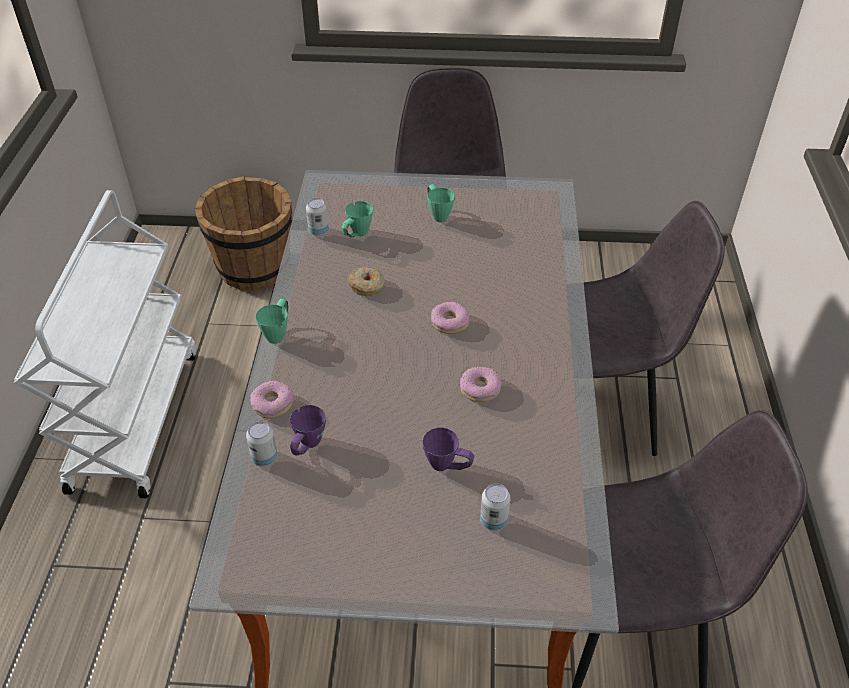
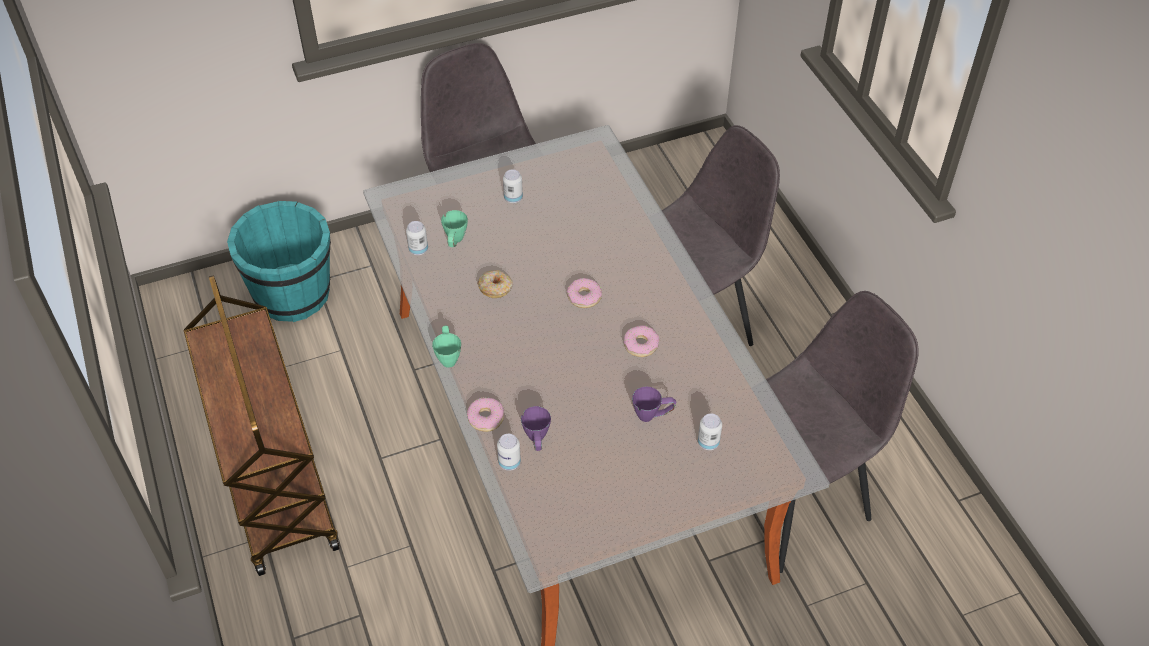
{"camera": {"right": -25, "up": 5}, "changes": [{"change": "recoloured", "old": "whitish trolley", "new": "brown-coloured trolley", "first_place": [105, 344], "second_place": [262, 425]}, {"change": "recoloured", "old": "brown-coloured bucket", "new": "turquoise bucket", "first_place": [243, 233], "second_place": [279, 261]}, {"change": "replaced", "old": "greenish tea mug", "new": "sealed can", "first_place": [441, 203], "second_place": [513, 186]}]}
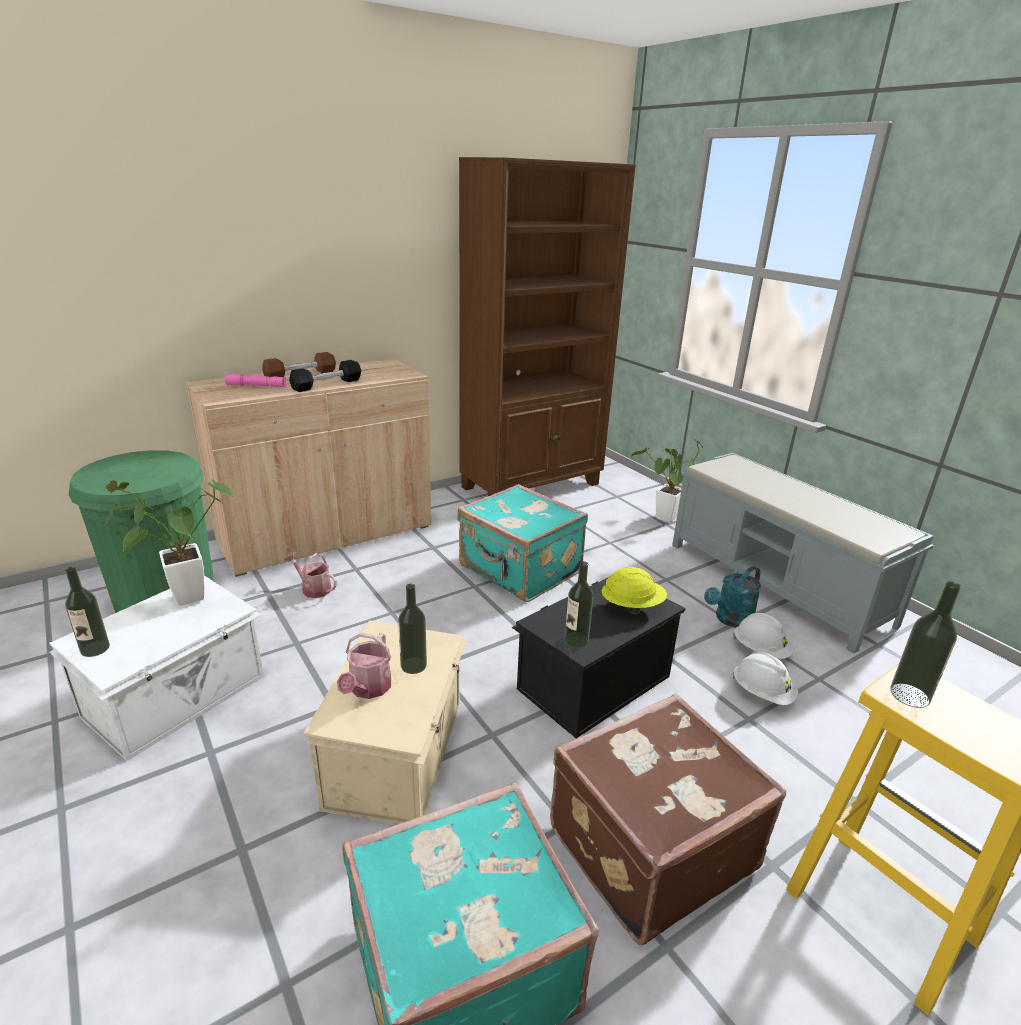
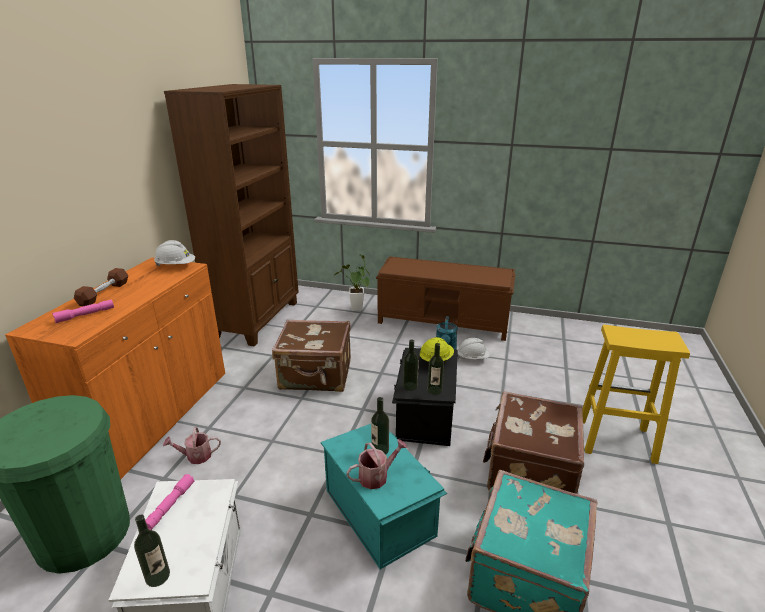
{"camera": {"right": -40, "up": 0}, "changes": [{"change": "recoloured", "old": "beige cabinet", "new": "orange cabinet", "first_place": [308, 467], "second_place": [115, 368]}, {"change": "replaced", "old": "houseplant", "new": "pink flashlight", "first_place": [168, 542], "second_place": [169, 502]}, {"change": "moved", "old": "whitish safety helmet", "first_place": [765, 678], "second_place": [174, 253]}, {"change": "recoloured", "old": "turquoise travel case", "new": "brown-coloured travel case", "first_place": [522, 543], "second_place": [311, 355]}, {"change": "recoloured", "old": "beige storage box", "new": "turquoise storage box", "first_place": [385, 722], "second_place": [384, 496]}, {"change": "turned", "old": "watering can", "first_place": [364, 666], "second_place": [377, 464], "degrees": -90}, {"change": "recoloured", "old": "gray indoor bench", "new": "brown-coloured indoor bench", "first_place": [803, 553], "second_place": [445, 298]}, {"change": "moved", "old": "drink bottle", "first_place": [925, 644], "second_place": [411, 365]}, {"change": "removed", "old": "black-coloured dumbbell", "first_place": [325, 376]}]}
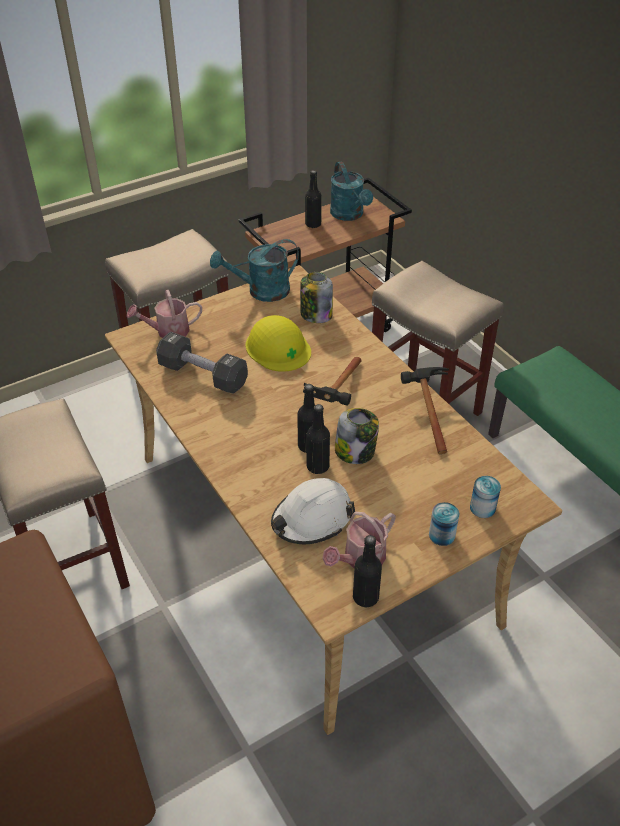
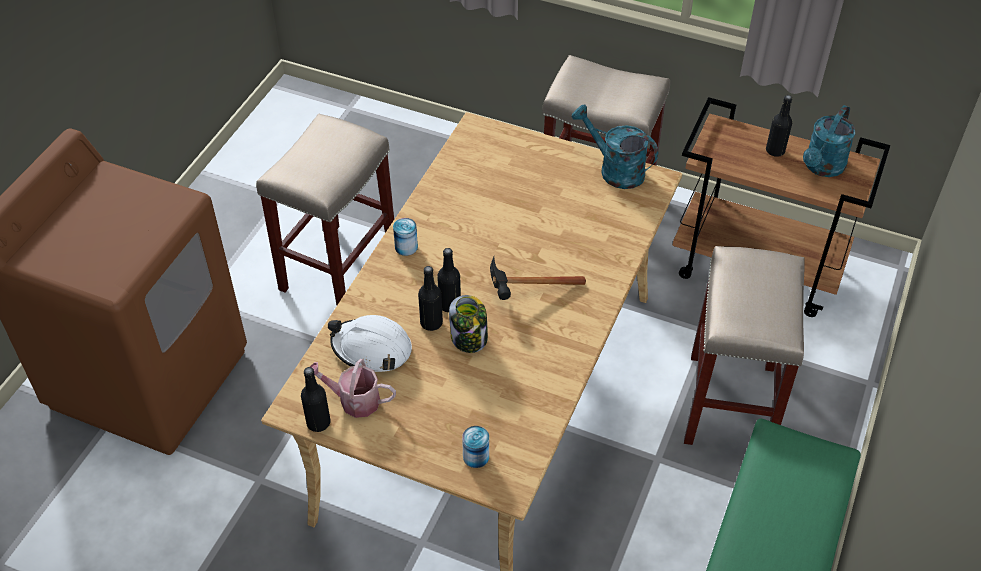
{"camera": {"right": 55, "up": 5}, "changes": [{"change": "moved", "old": "sealed can", "first_place": [444, 524], "second_place": [405, 237]}, {"change": "removed", "old": "watering can", "first_place": [164, 314]}, {"change": "removed", "old": "black-coloured dumbbell", "first_place": [202, 363]}, {"change": "removed", "old": "yellow-coloured safety helmet", "first_place": [278, 343]}, {"change": "removed", "old": "preserve jar", "first_place": [316, 297]}, {"change": "removed", "old": "hand hammer", "first_place": [425, 410]}]}
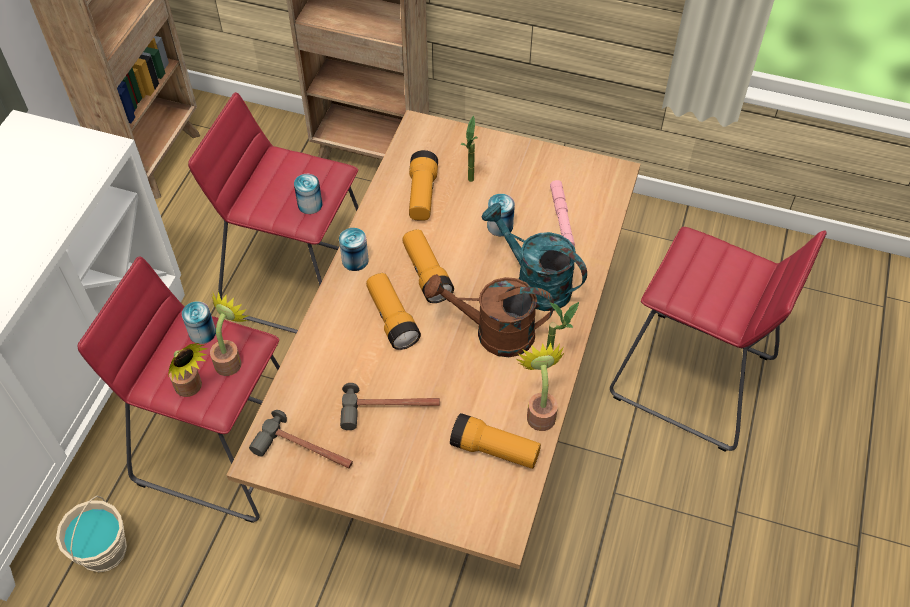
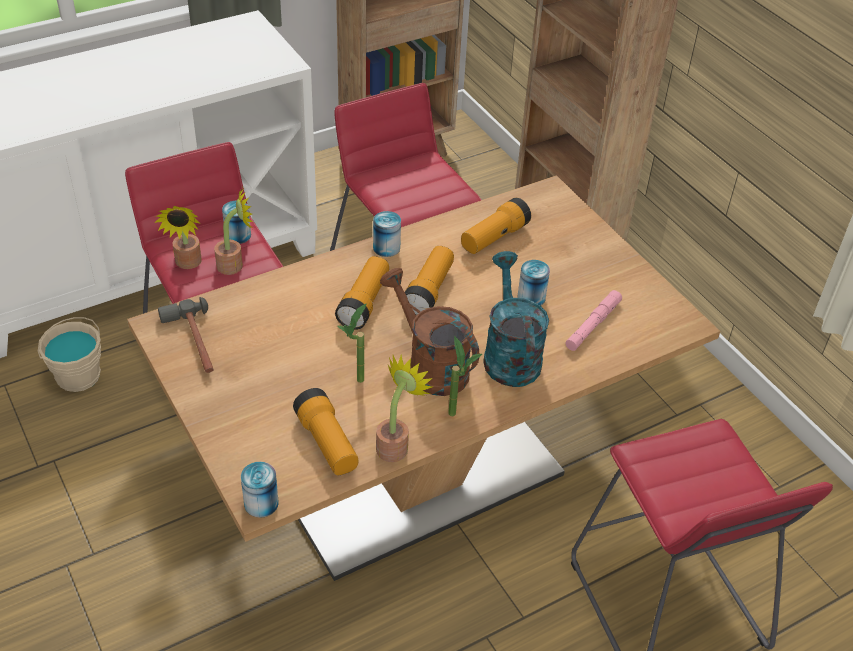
{"camera": {"right": 40, "up": -10}, "changes": [{"change": "moved", "old": "sealed can", "first_place": [308, 194], "second_place": [260, 490]}, {"change": "moved", "old": "houseplant", "first_place": [469, 148], "second_place": [351, 343]}, {"change": "removed", "old": "hand hammer", "first_place": [390, 406]}]}
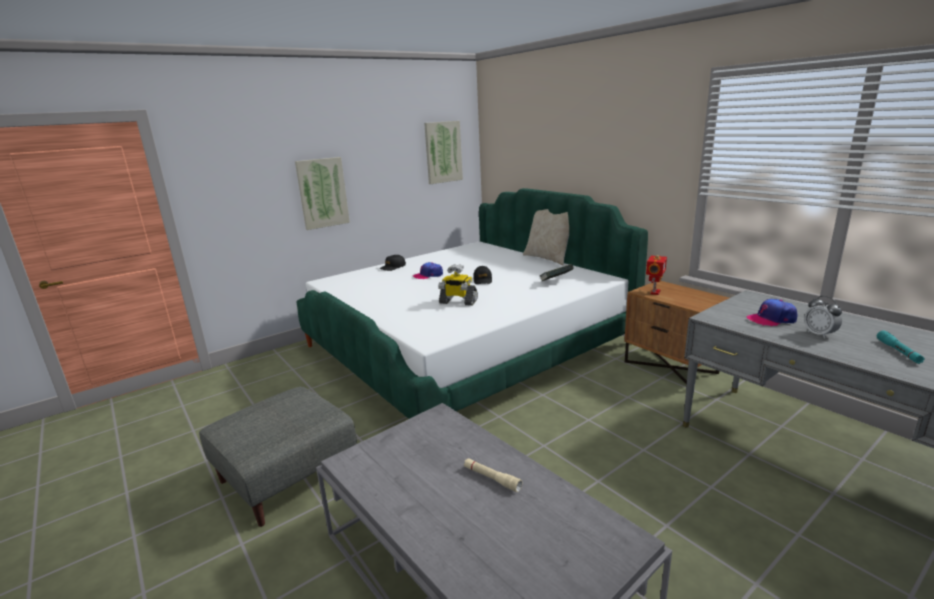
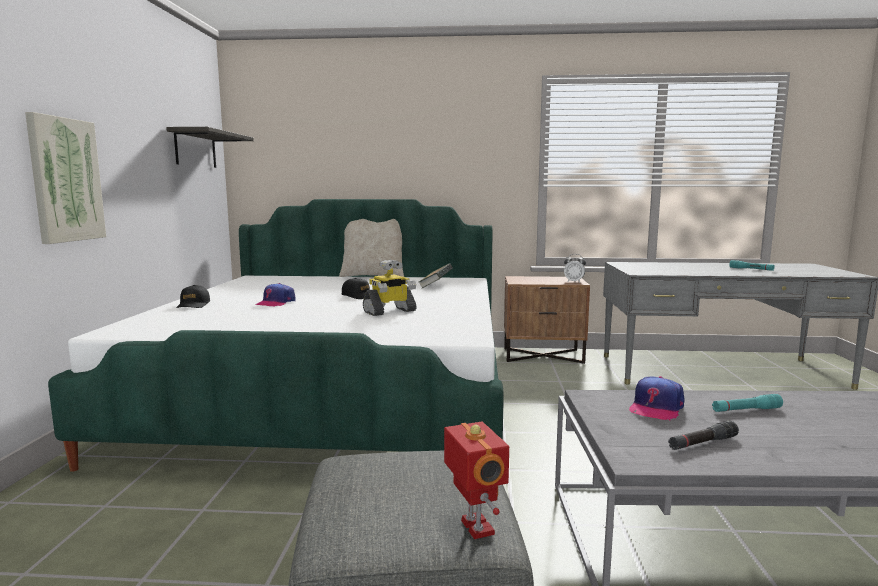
{"camera": {"right": -50, "up": -10}, "changes": [{"change": "replaced", "old": "wall picture", "new": "wall shelf", "first_place": [443, 152], "second_place": [210, 147]}, {"change": "moved", "old": "model robot", "first_place": [656, 275], "second_place": [476, 480]}, {"change": "moved", "old": "alarm clock", "first_place": [823, 317], "second_place": [575, 268]}, {"change": "moved", "old": "peaked cap", "first_place": [772, 312], "second_place": [656, 398]}, {"change": "added", "new": "black-coloured flashlight", "second_place": [703, 435]}, {"change": "recoloured", "old": "beige flashlight", "new": "turquoise flashlight", "first_place": [493, 475], "second_place": [747, 403]}]}
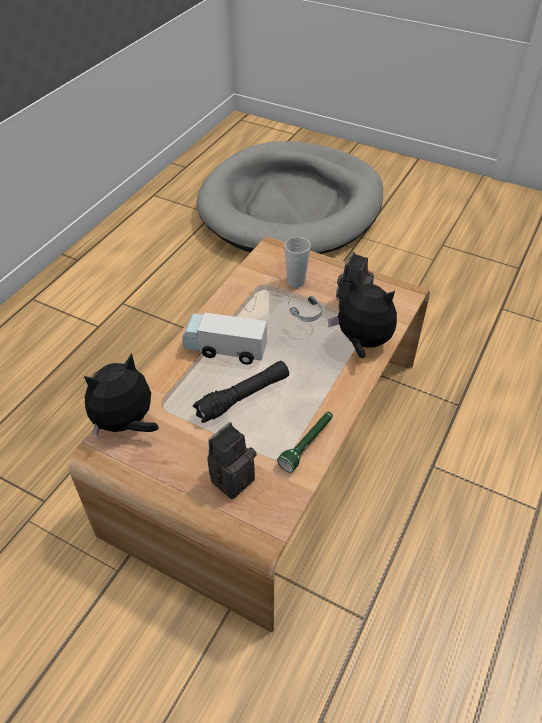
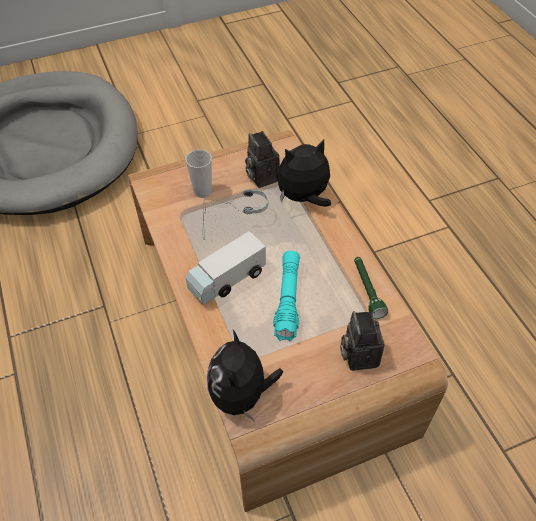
{"camera": {"right": -50, "up": 5}, "changes": [{"change": "recoloured", "old": "black-coloured flashlight", "new": "turquoise flashlight", "first_place": [241, 392], "second_place": [286, 295]}]}
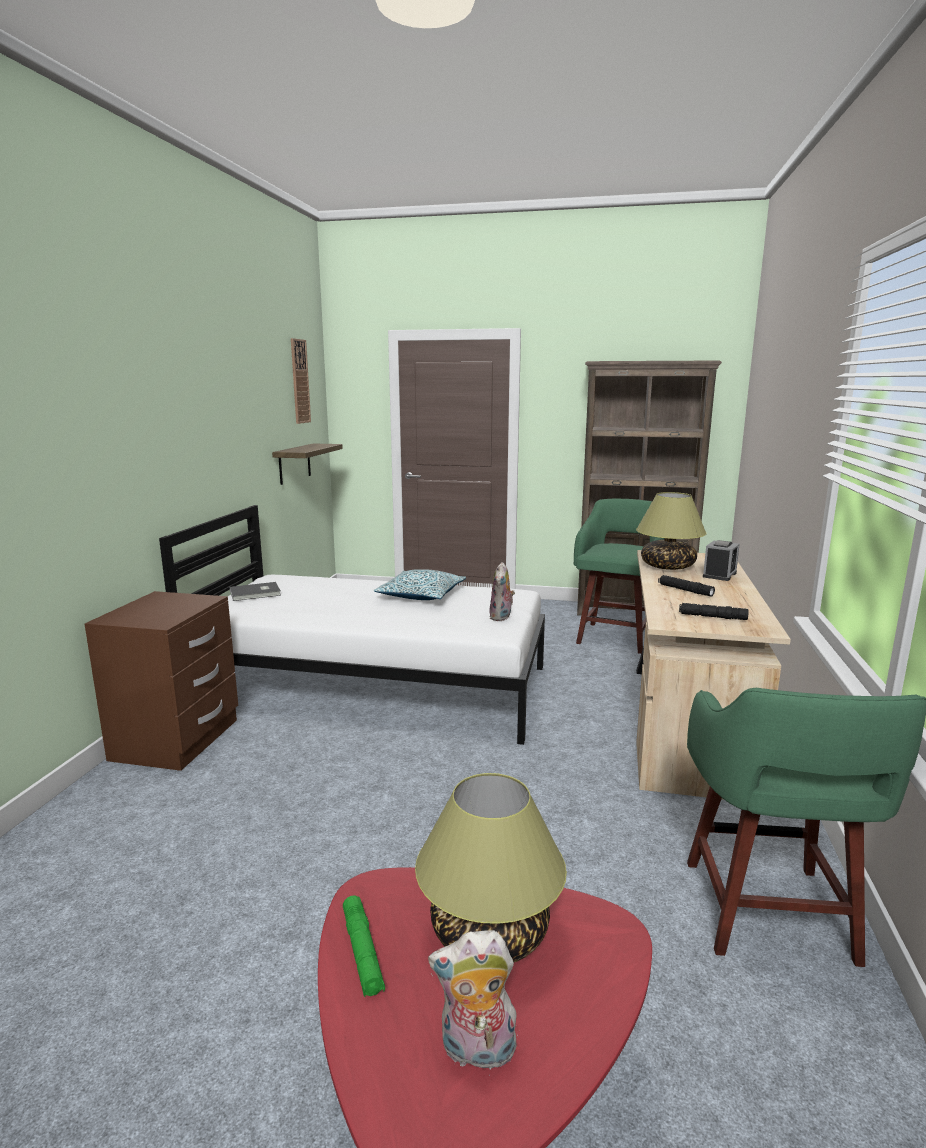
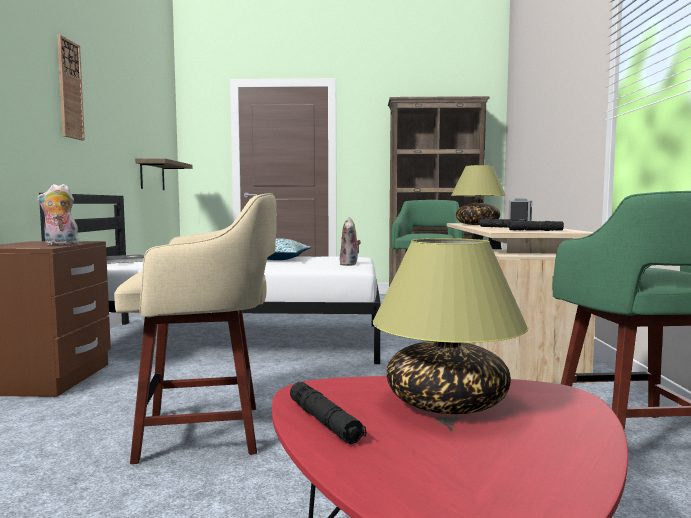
{"camera": {"right": -10, "up": -10}, "changes": [{"change": "moved", "old": "cuddly toy", "first_place": [474, 1000], "second_place": [58, 214]}, {"change": "moved", "old": "clock on the wall", "first_place": [301, 381], "second_place": [71, 87]}, {"change": "added", "new": "beige stool seat", "second_place": [195, 328]}, {"change": "recoloured", "old": "greenish flashlight", "new": "black-coloured flashlight", "first_place": [364, 946], "second_place": [328, 413]}]}
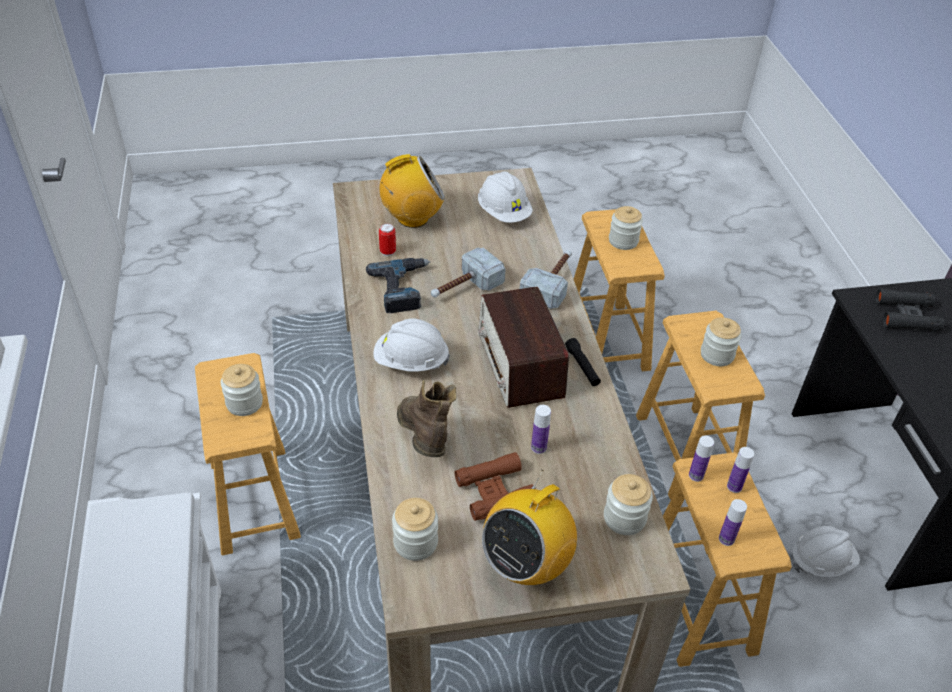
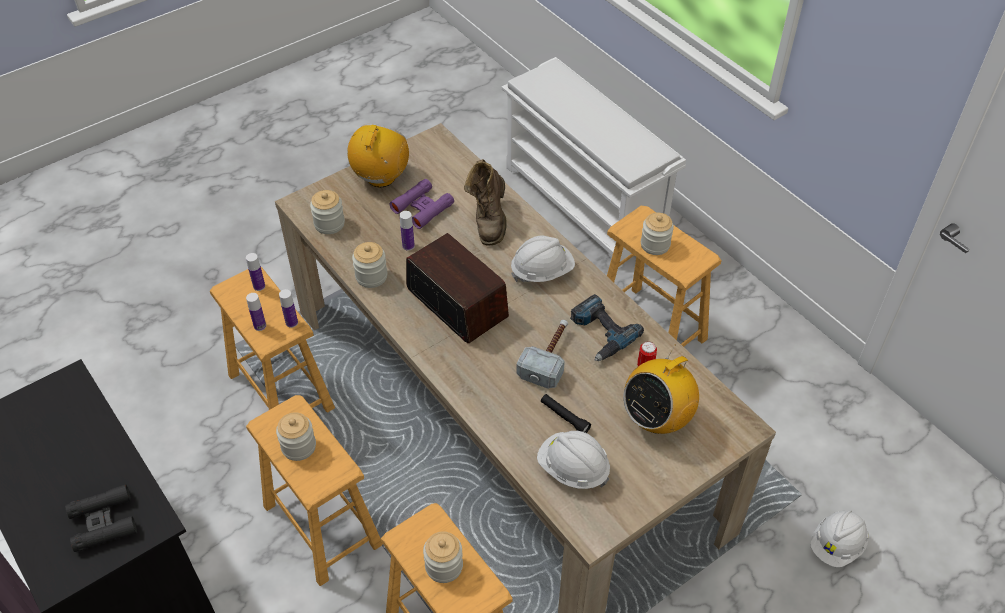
{"camera": {"right": 155, "up": 5}, "changes": [{"change": "moved", "old": "preserve jar", "first_place": [415, 529], "second_place": [370, 265]}, {"change": "recoloured", "old": "brown-coloured binoculars", "new": "purplish binoculars", "first_place": [495, 486], "second_place": [421, 204]}, {"change": "turned", "old": "brown-coloured boot", "first_place": [426, 418], "second_place": [485, 202], "degrees": 45}, {"change": "moved", "old": "black-coloured flashlight", "first_place": [583, 362], "second_place": [566, 413]}, {"change": "moved", "old": "whitish safety helmet", "first_place": [826, 551], "second_place": [839, 539]}, {"change": "removed", "old": "hand hammer", "first_place": [546, 279]}]}
